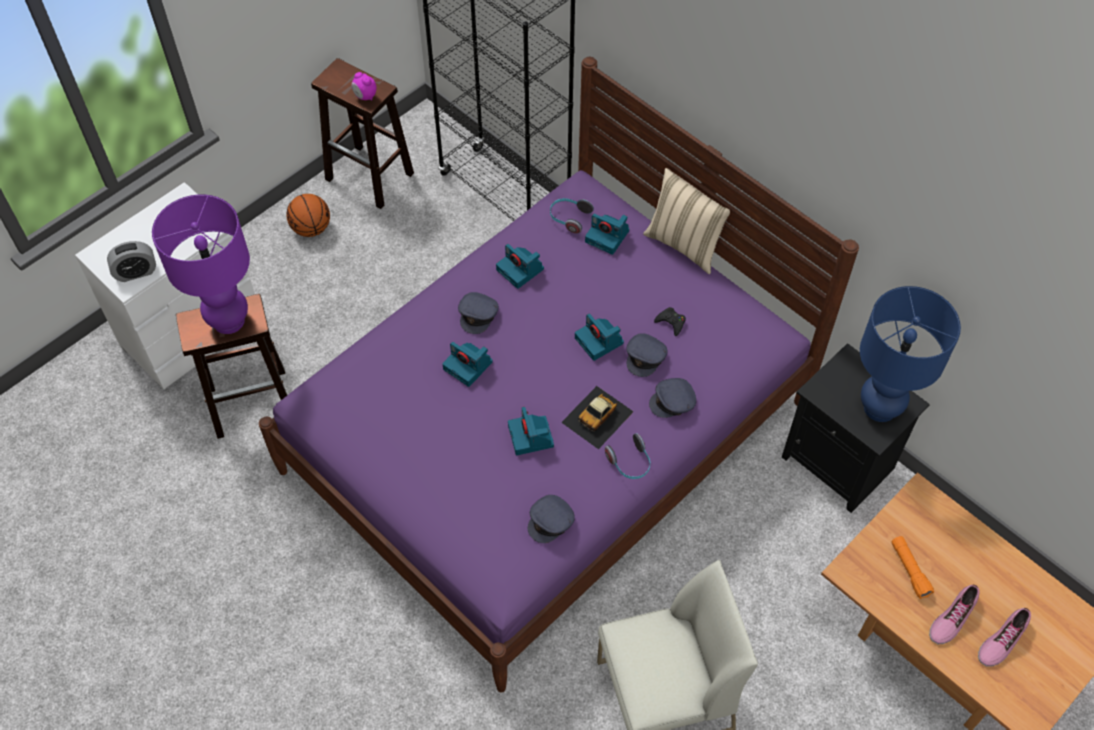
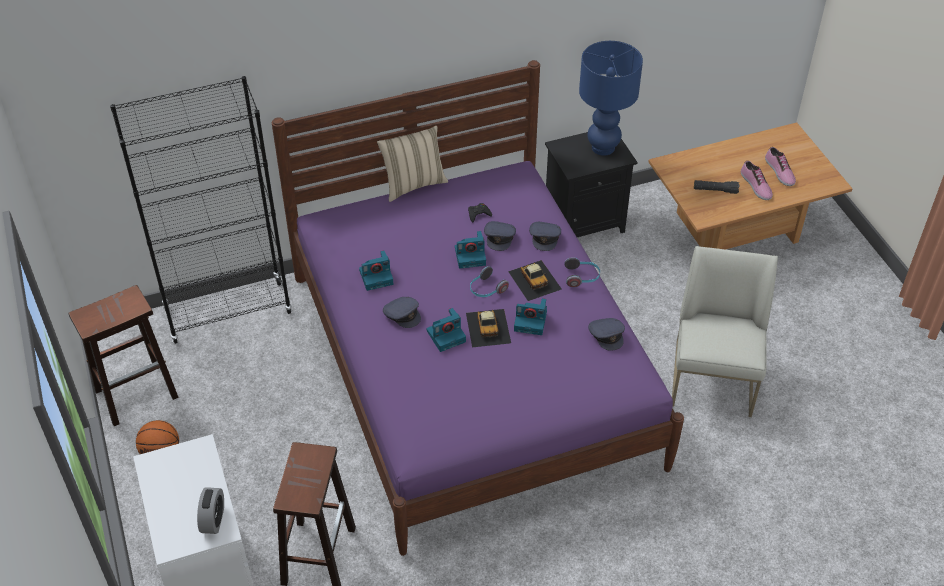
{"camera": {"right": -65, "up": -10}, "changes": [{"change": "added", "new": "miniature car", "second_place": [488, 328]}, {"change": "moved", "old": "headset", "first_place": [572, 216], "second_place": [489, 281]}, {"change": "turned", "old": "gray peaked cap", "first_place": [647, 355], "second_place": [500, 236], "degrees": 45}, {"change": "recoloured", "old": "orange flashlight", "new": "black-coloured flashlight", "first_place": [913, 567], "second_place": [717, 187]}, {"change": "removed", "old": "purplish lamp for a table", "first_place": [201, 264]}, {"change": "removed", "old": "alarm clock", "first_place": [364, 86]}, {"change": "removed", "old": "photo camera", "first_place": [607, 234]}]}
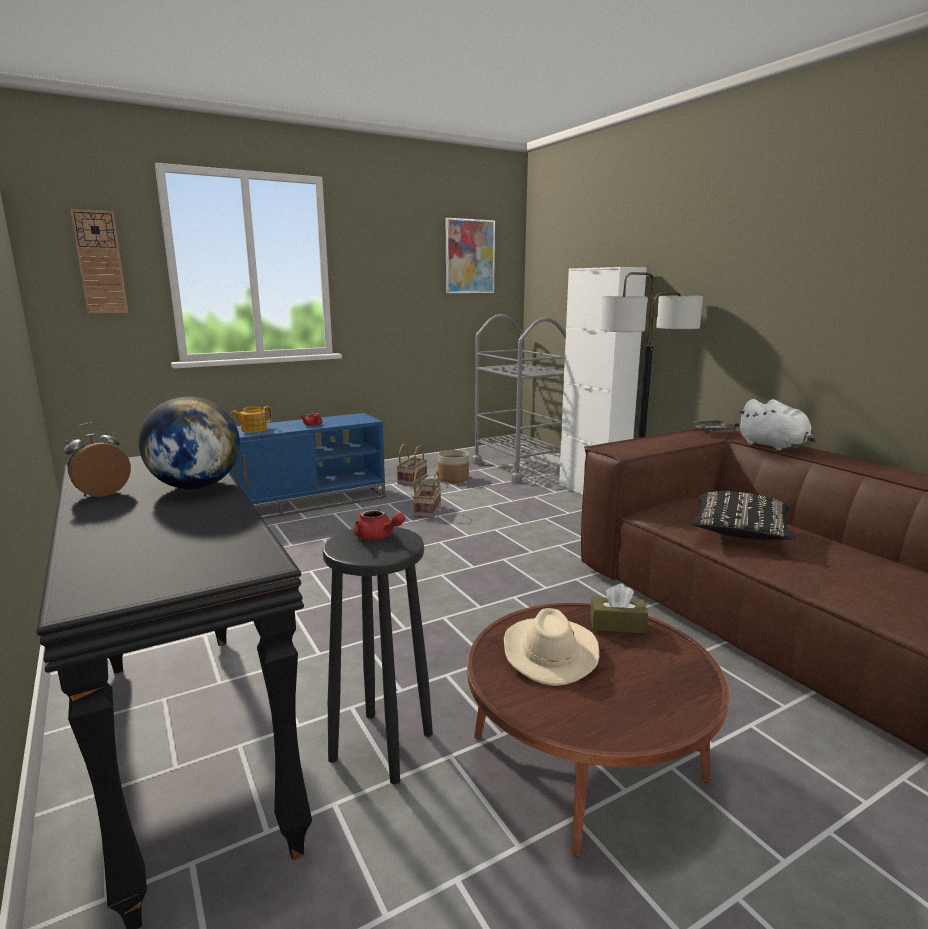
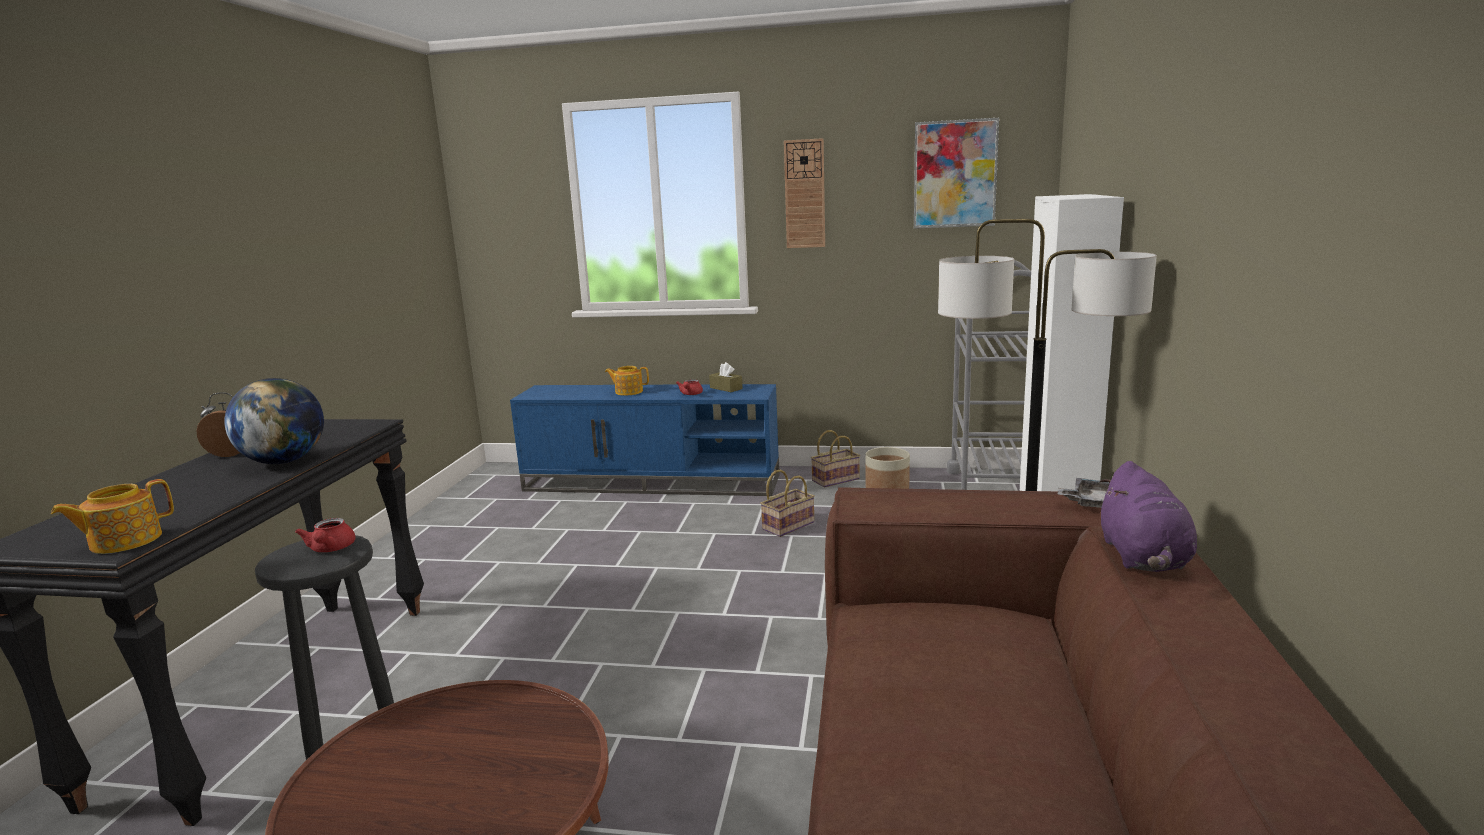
{"camera": {"right": 40, "up": 0}, "changes": [{"change": "added", "new": "tea pot", "second_place": [112, 516]}, {"change": "moved", "old": "brown-coloured tissue box", "first_place": [619, 608], "second_place": [726, 377]}, {"change": "moved", "old": "clock on the wall", "first_place": [99, 261], "second_place": [804, 193]}, {"change": "recoloured", "old": "whitish cuddly toy", "new": "purplish cuddly toy", "first_place": [777, 425], "second_place": [1148, 516]}, {"change": "removed", "old": "beige wearable hat", "first_place": [551, 647]}, {"change": "removed", "old": "black-coloured cushion", "first_place": [743, 515]}]}
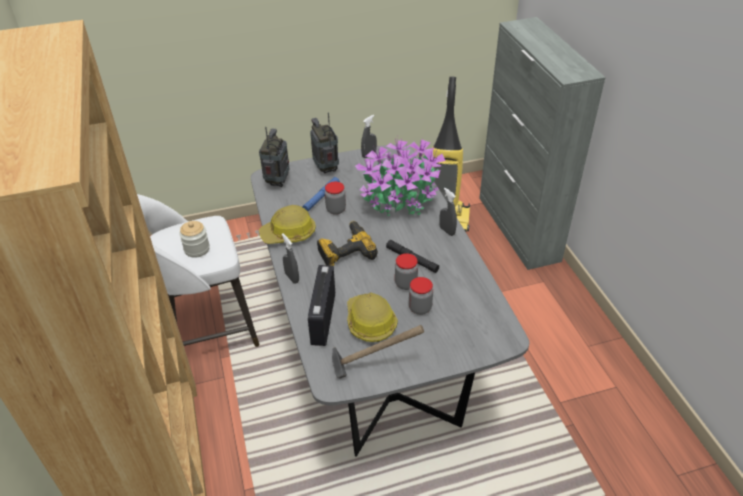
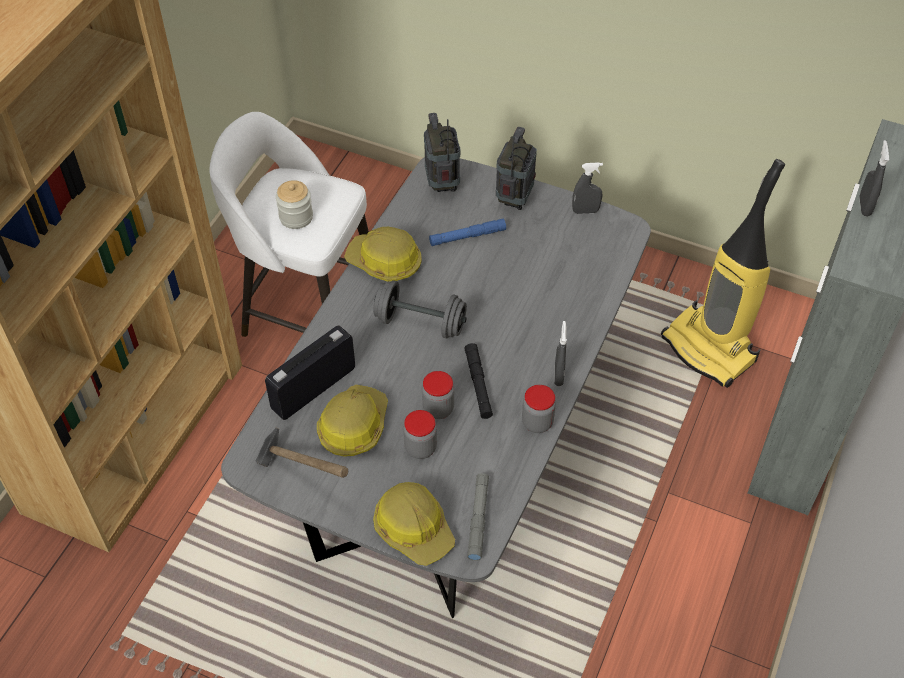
{"camera": {"right": 40, "up": 10}, "changes": [{"change": "replaced", "old": "drill", "new": "gray dumbbell", "first_place": [347, 243], "second_place": [420, 309]}, {"change": "added", "new": "safety helmet", "second_place": [414, 524]}, {"change": "turned", "old": "radio", "first_place": [274, 157], "second_place": [442, 152], "degrees": -60}, {"change": "added", "new": "gray flashlight", "second_place": [478, 517]}, {"change": "moved", "old": "preserve jar", "first_place": [335, 198], "second_place": [539, 409]}, {"change": "moved", "old": "gray sprayer", "first_place": [290, 259], "second_place": [874, 178]}, {"change": "removed", "old": "houseplant", "first_place": [400, 177]}]}
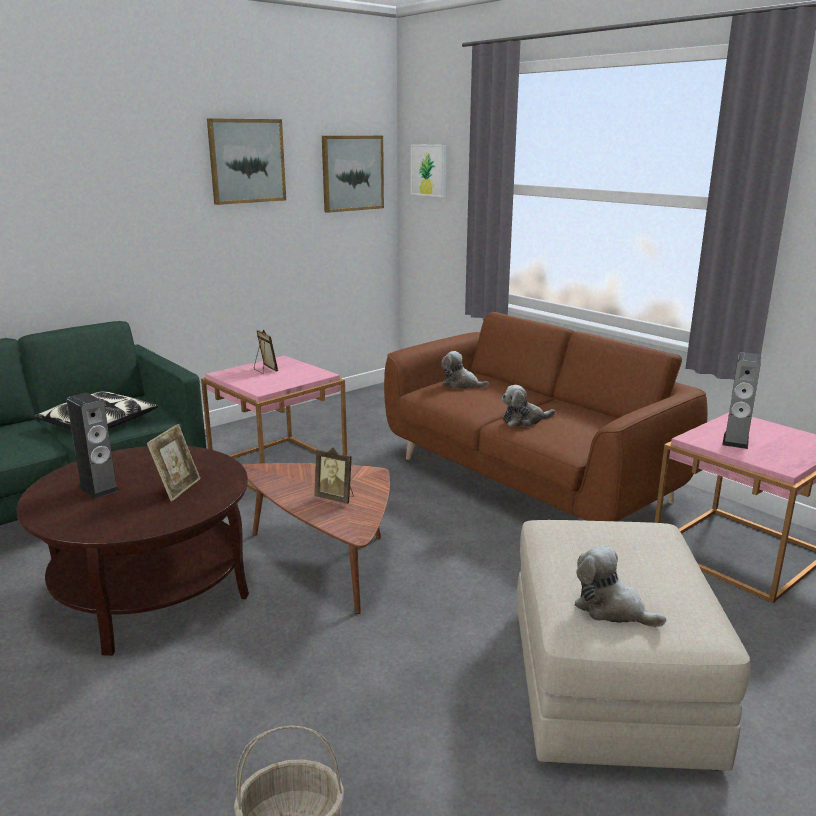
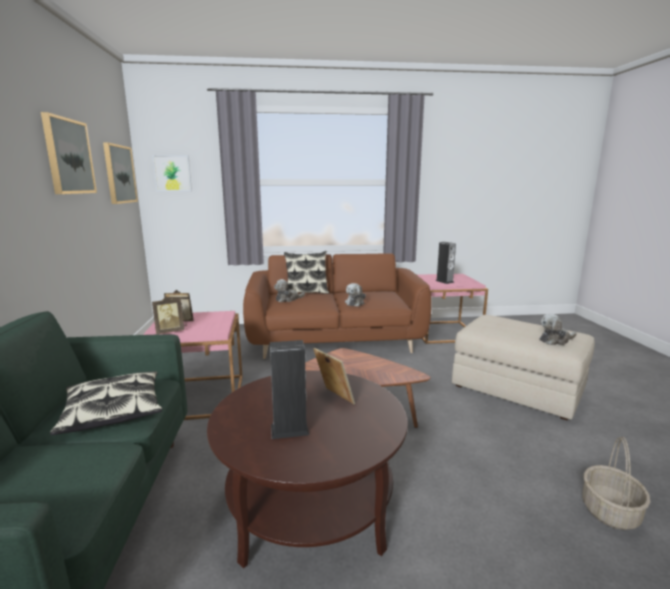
{"camera": {"right": -55, "up": -5}, "changes": [{"change": "moved", "old": "standing frame", "first_place": [334, 476], "second_place": [168, 315]}, {"change": "added", "new": "cushion", "second_place": [306, 272]}]}
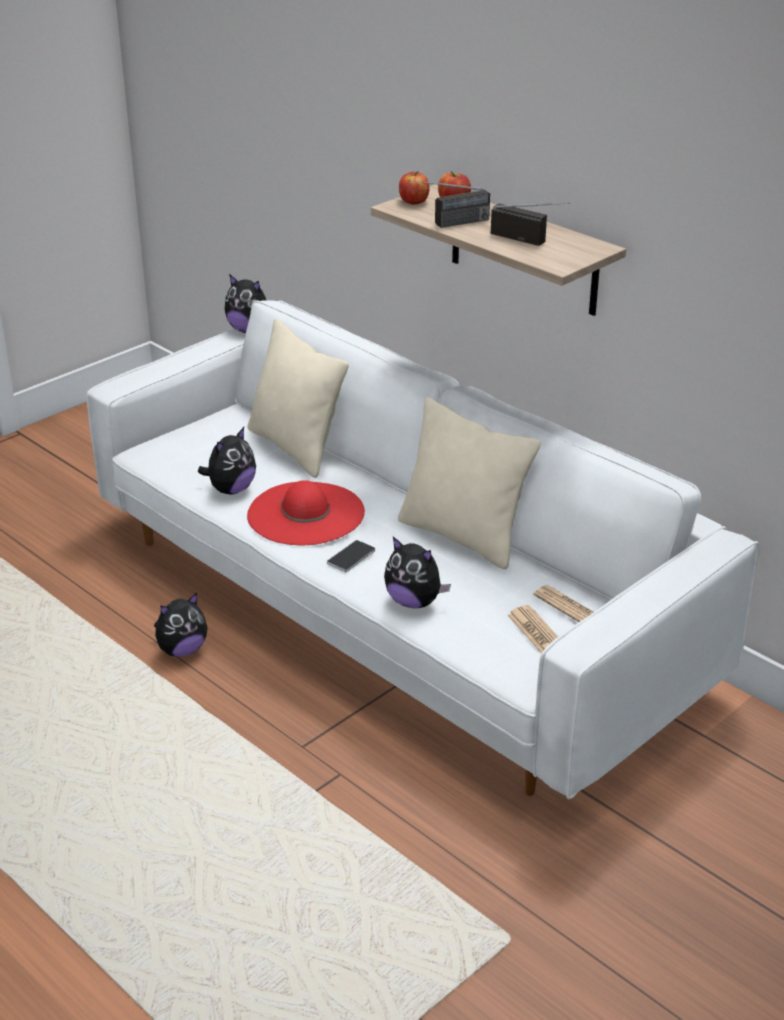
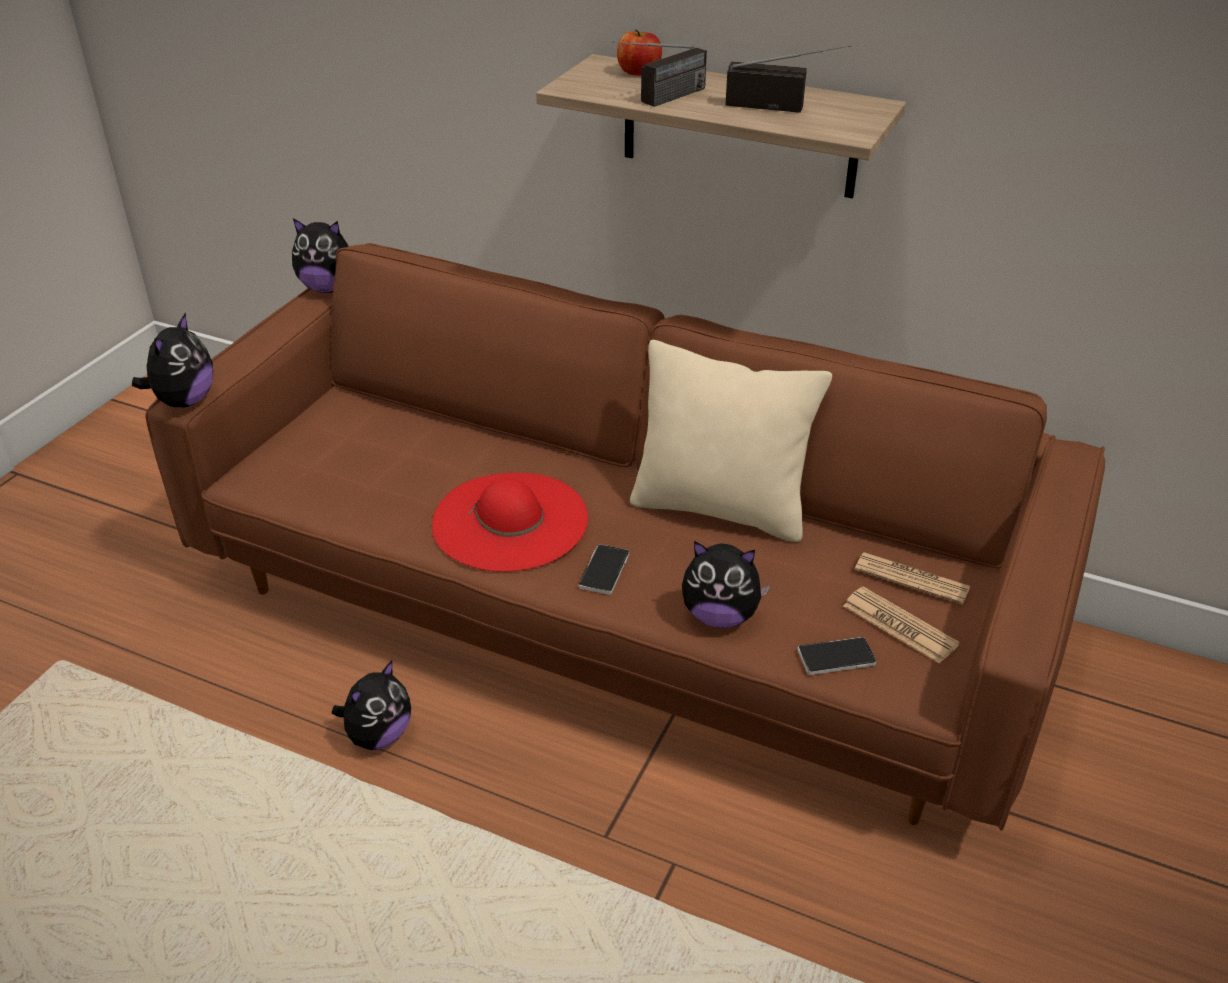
{"camera": {"right": -20, "up": 5}, "changes": [{"change": "moved", "old": "cuddly toy", "first_place": [227, 460], "second_place": [172, 359]}, {"change": "recoloured", "old": "whitish settee", "new": "brown-coloured settee", "first_place": [423, 549], "second_place": [625, 536]}, {"change": "added", "new": "telephone", "second_place": [837, 656]}, {"change": "removed", "old": "beige cushion", "first_place": [298, 398]}, {"change": "removed", "old": "whole apple", "first_place": [414, 187]}]}
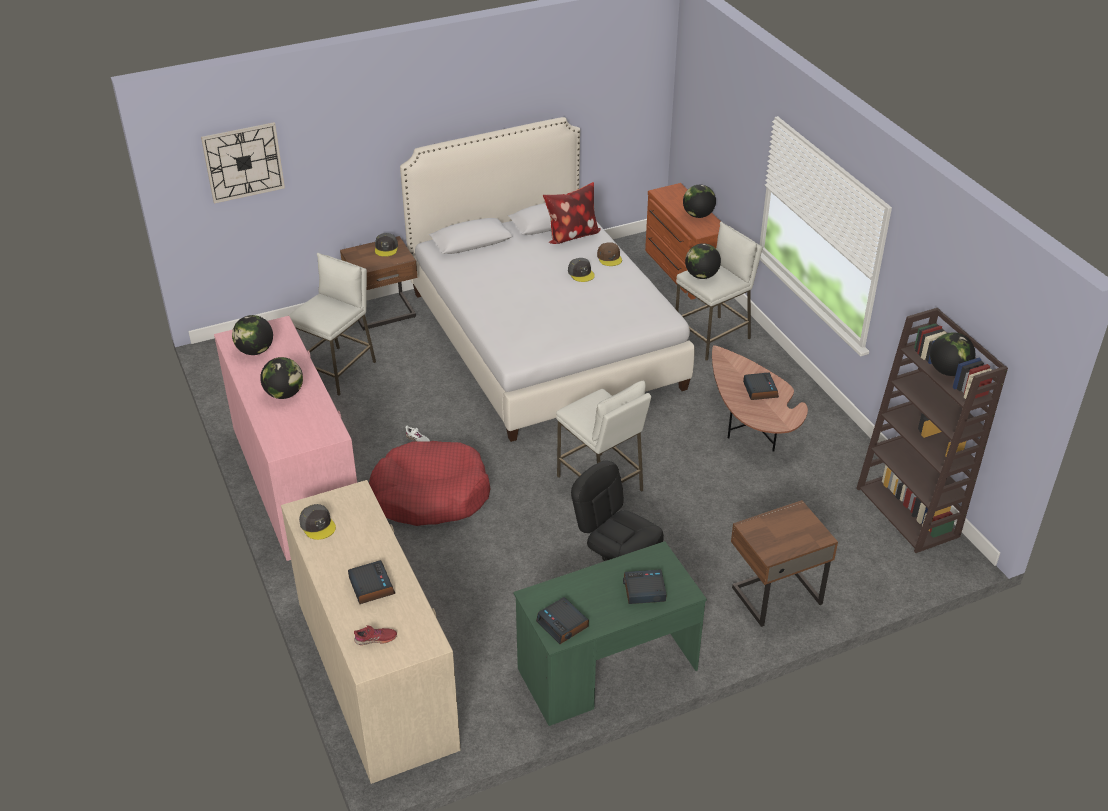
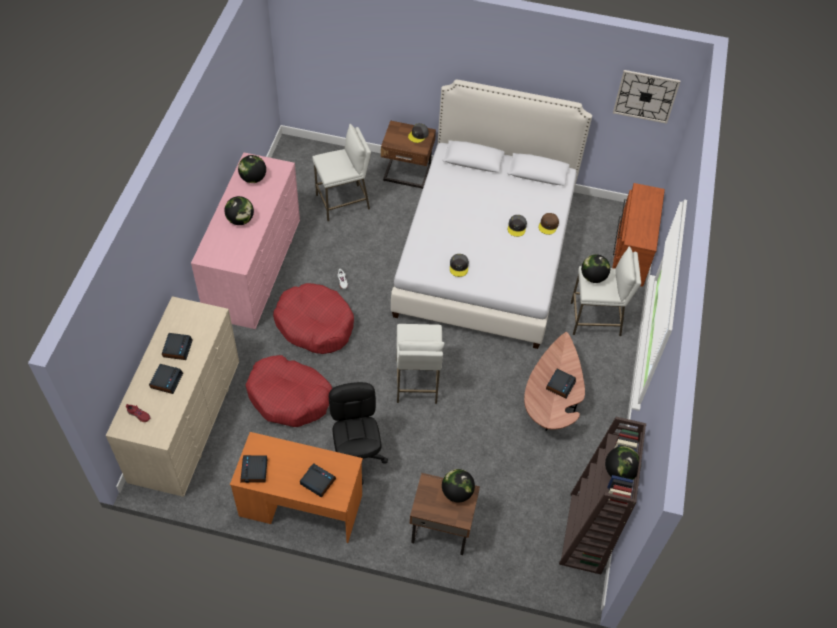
{"camera": {"right": 35, "up": 15}, "changes": [{"change": "added", "new": "alarm clock", "second_place": [177, 346]}, {"change": "recoloured", "old": "greenish desk table", "new": "orange desk table", "first_place": [610, 633], "second_place": [296, 487]}, {"change": "added", "new": "red dog cushion", "second_place": [288, 391]}, {"change": "moved", "old": "desk globe", "first_place": [699, 201], "second_place": [458, 486]}, {"change": "moved", "old": "gray peaked cap", "first_place": [317, 522], "second_place": [459, 265]}, {"change": "moved", "old": "clock on the wall", "first_place": [243, 163], "second_place": [647, 97]}, {"change": "removed", "old": "cushion", "first_place": [572, 213]}]}
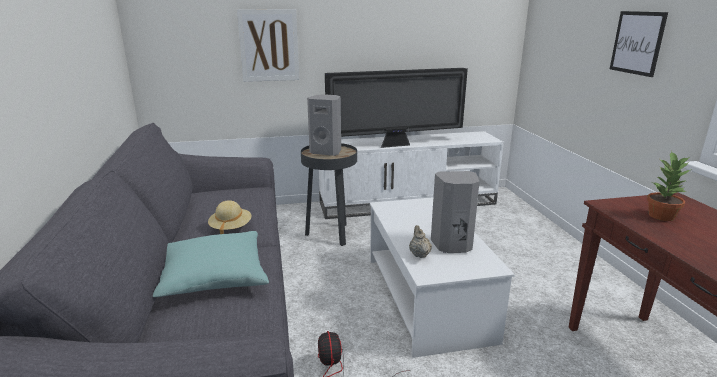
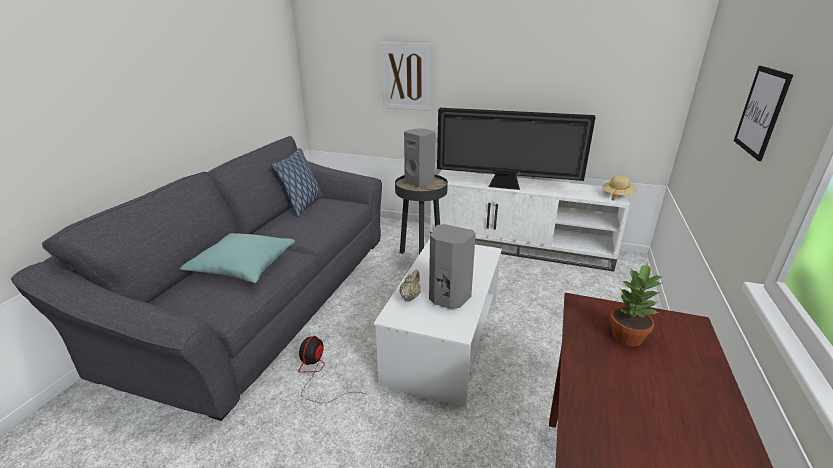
{"camera": {"right": 30, "up": 5}, "changes": [{"change": "added", "new": "cushion", "second_place": [297, 182]}, {"change": "moved", "old": "beige wearable hat", "first_place": [229, 217], "second_place": [619, 187]}]}
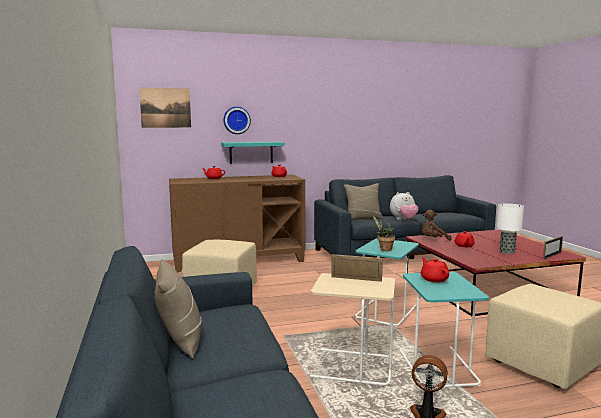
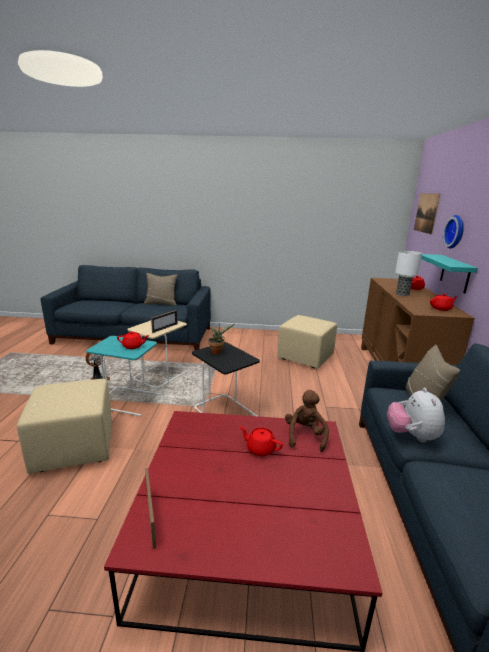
{"camera": {"right": 110, "up": 10}, "changes": [{"change": "recoloured", "old": "turquoise accent table", "new": "black-coloured accent table", "first_place": [387, 282], "second_place": [226, 379]}, {"change": "moved", "old": "lamp for a table", "first_place": [510, 228], "second_place": [408, 273]}]}
